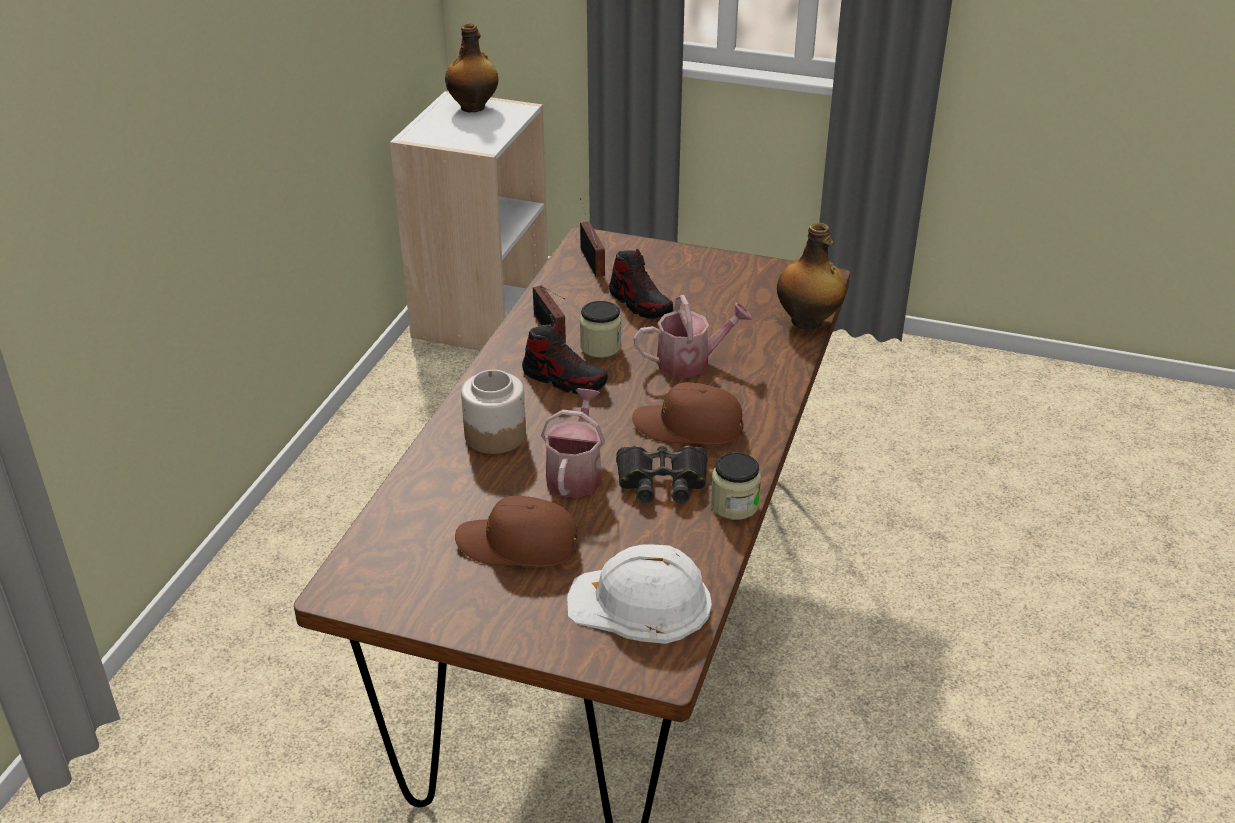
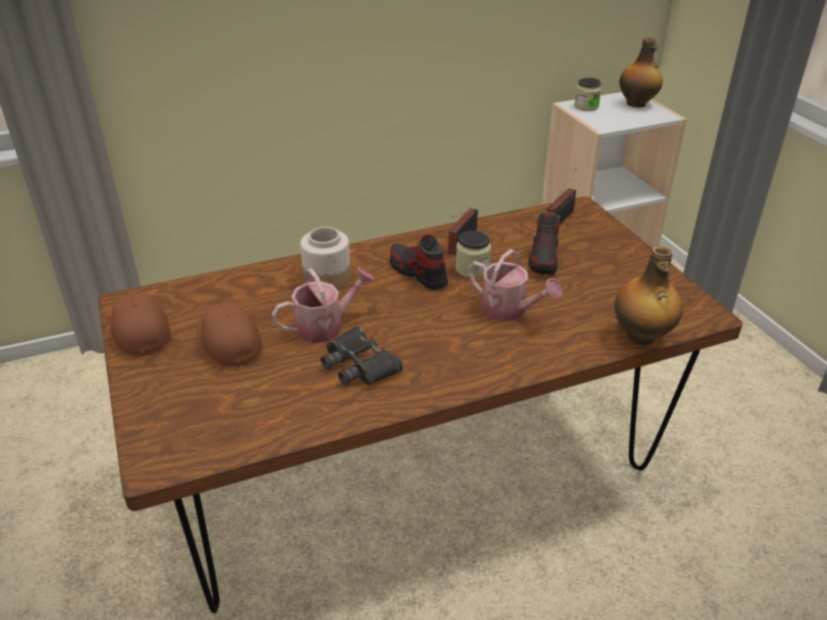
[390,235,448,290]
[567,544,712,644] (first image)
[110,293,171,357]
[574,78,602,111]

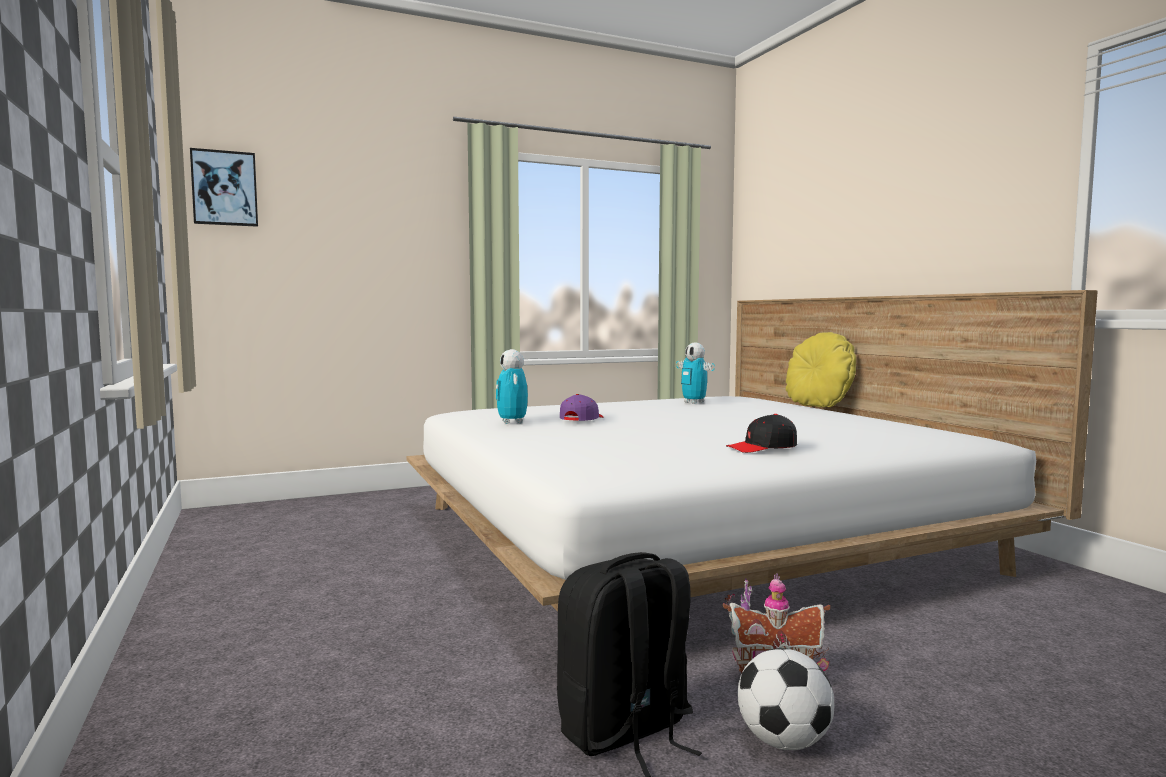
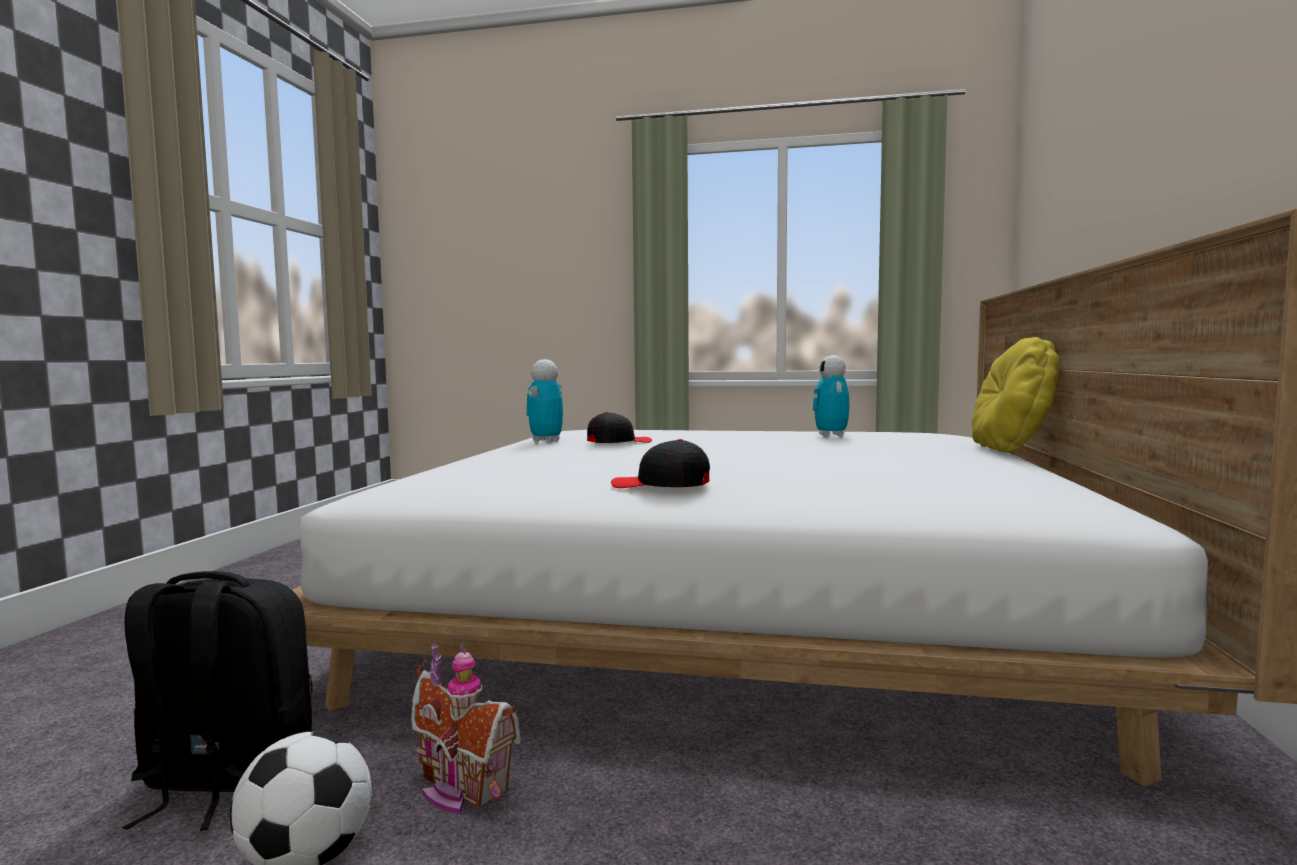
[190,148,258,227] (first image)
[587,412,652,443]

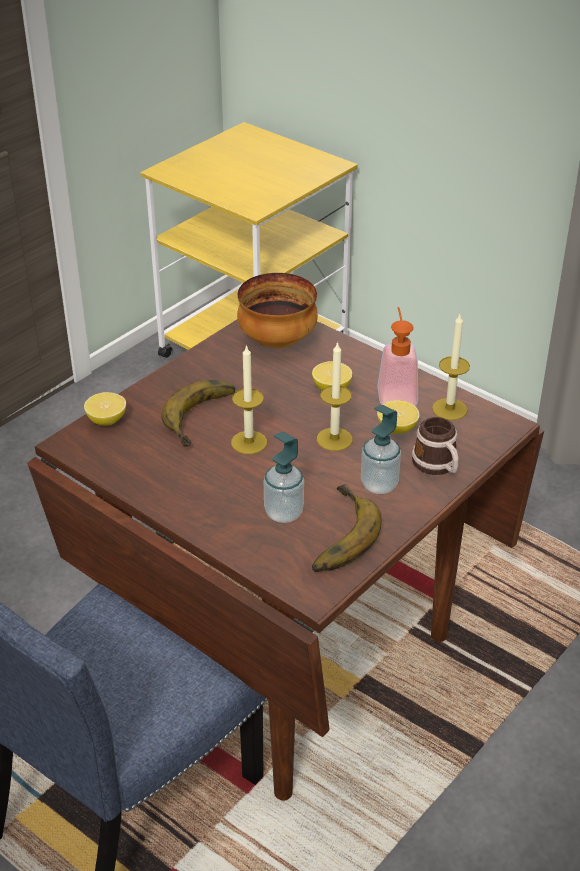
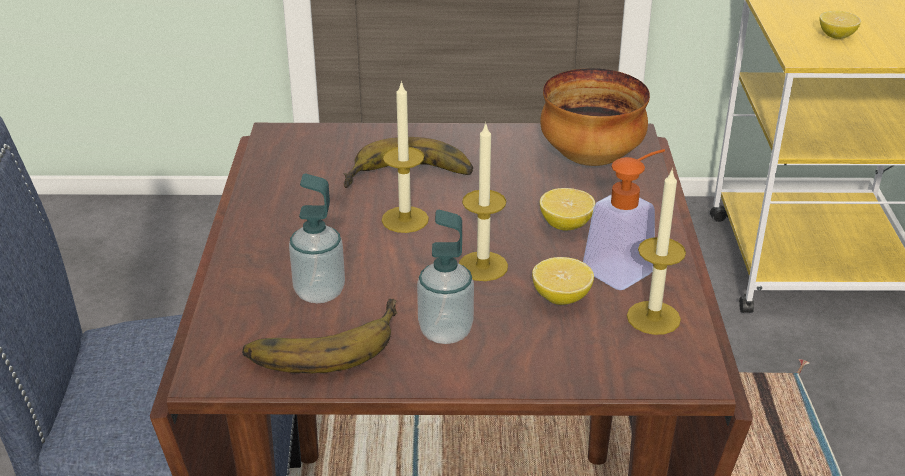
[820,11,861,39]
[412,417,459,475] (first image)

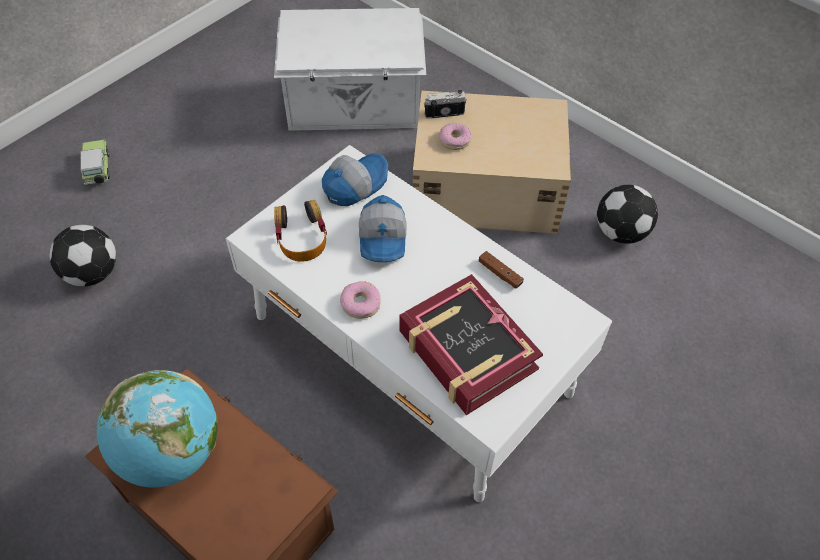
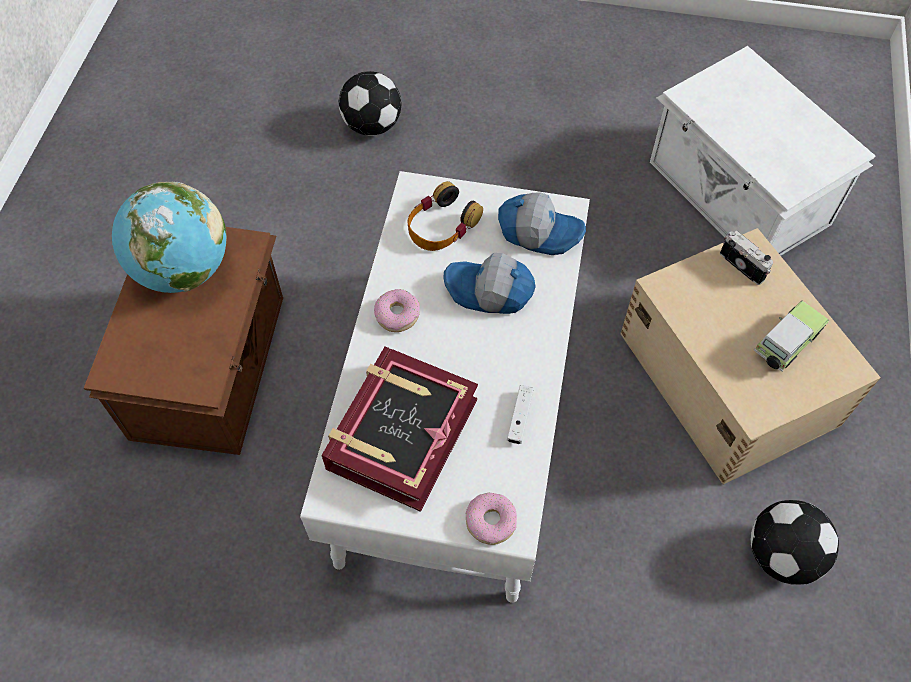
[754,301,829,372]
[444,253,536,314]
[466,493,517,545]
[507,385,534,444]

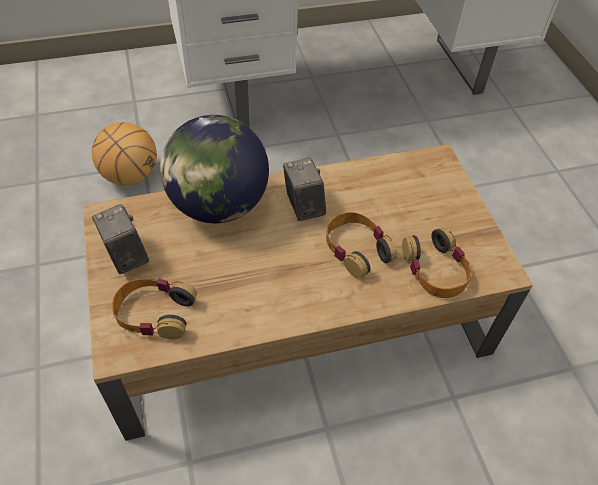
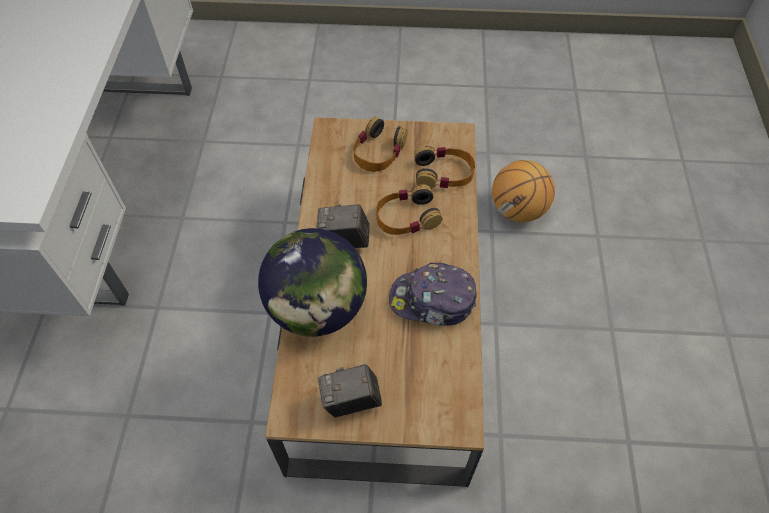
[492,160,555,222]
[353,117,408,172]
[389,262,477,326]

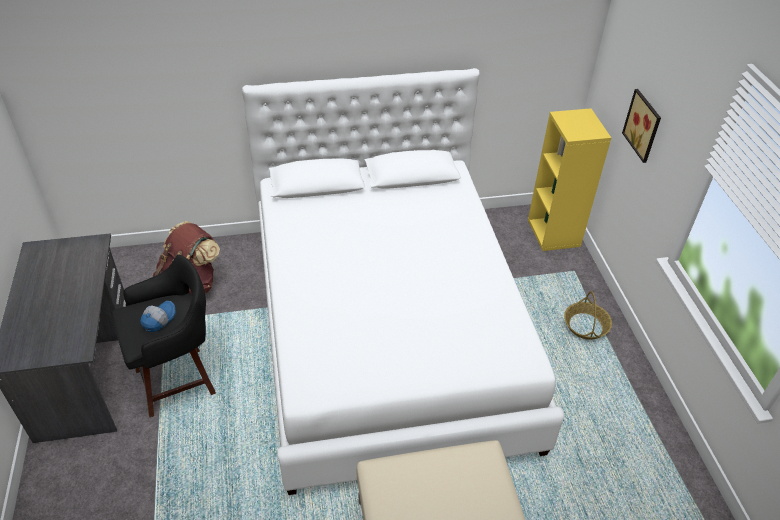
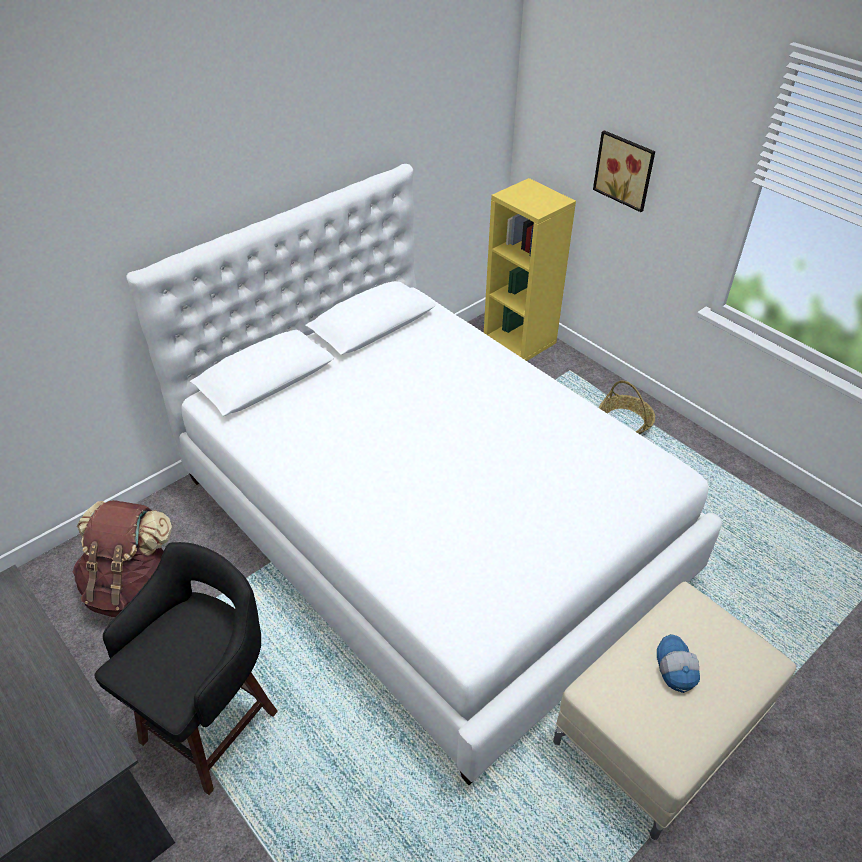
[657,634,700,693]

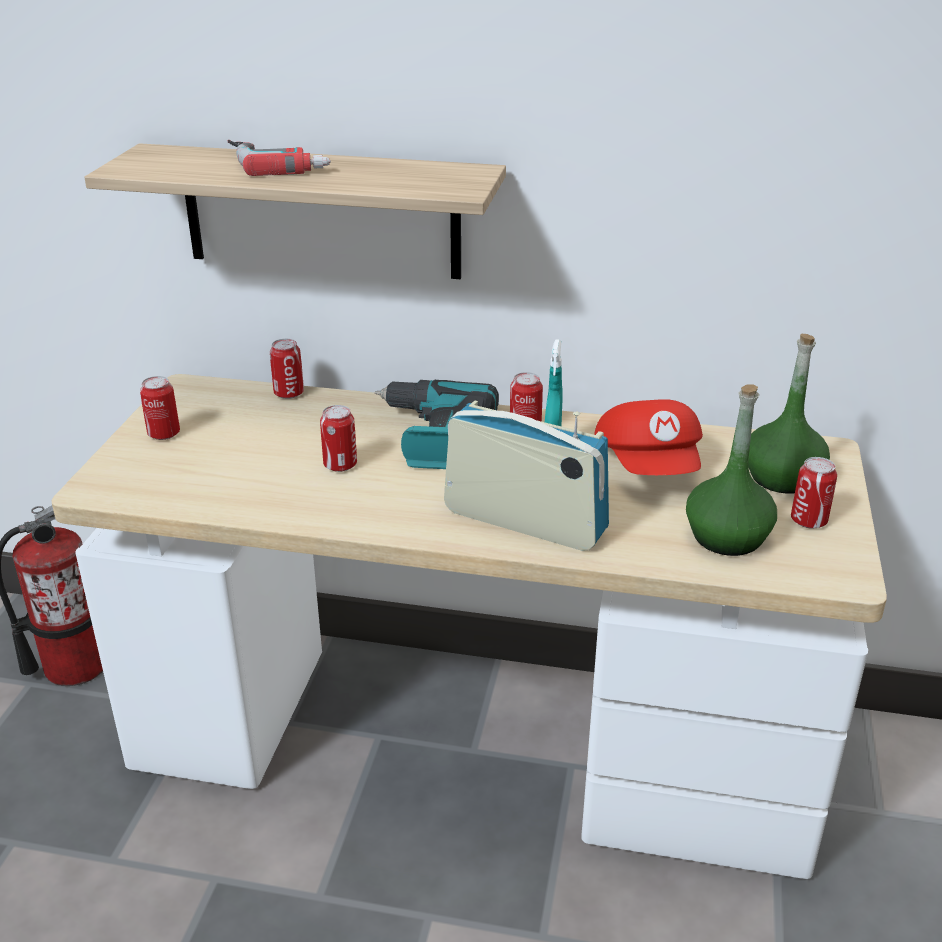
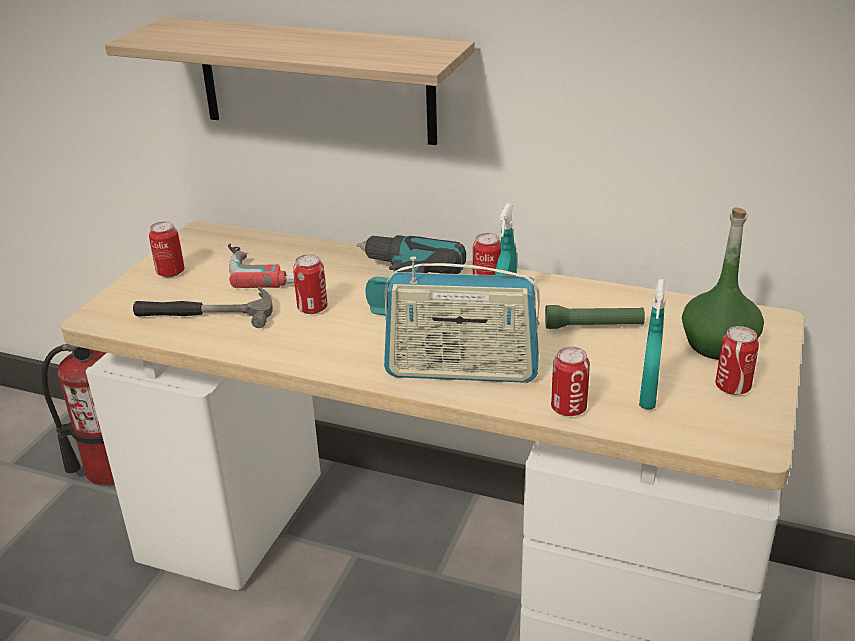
[228,244,295,288]
[551,346,590,416]
[384,256,540,383]
[545,305,645,329]
[639,279,665,410]
[133,287,273,328]

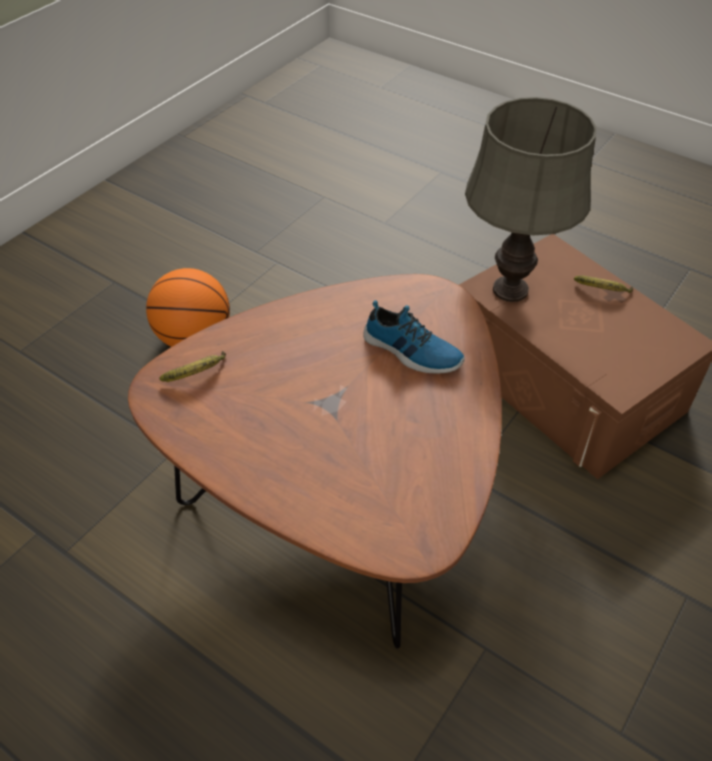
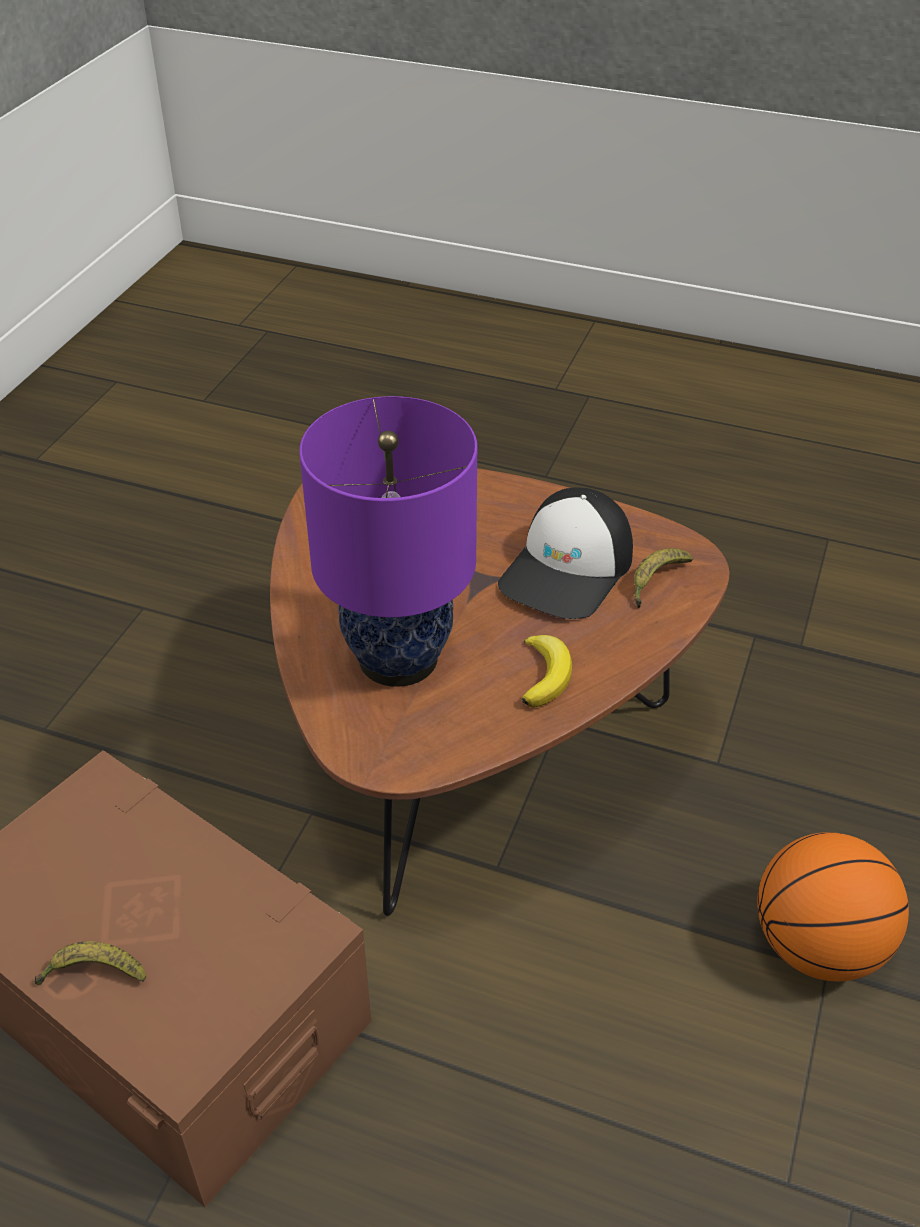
[299,396,477,687]
[465,97,597,302] (first image)
[498,488,633,619]
[522,635,572,708]

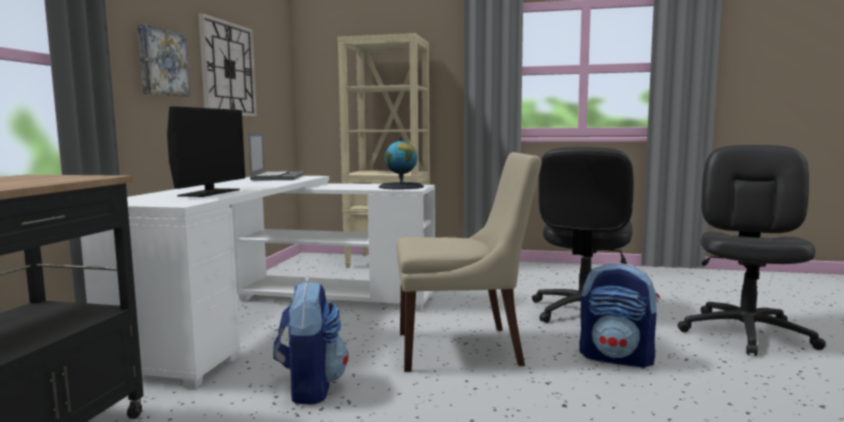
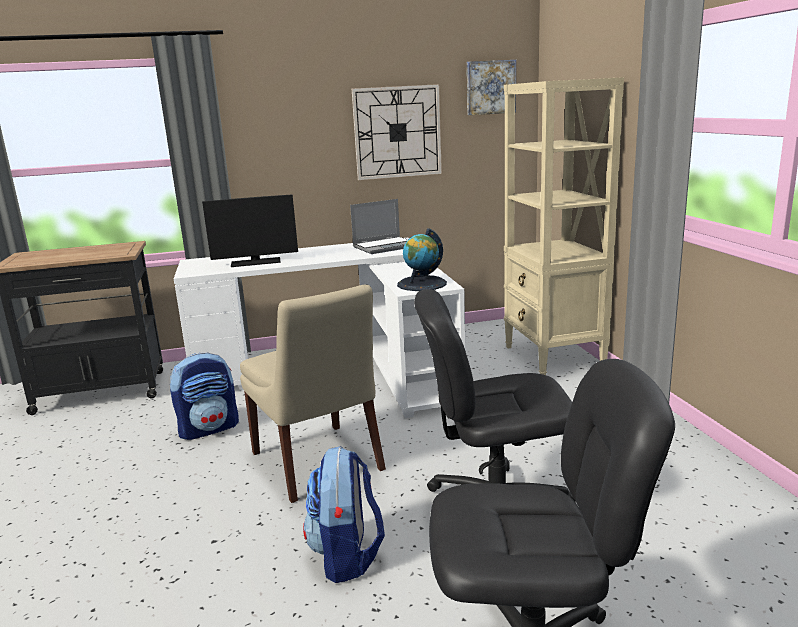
[467,60,516,115]

